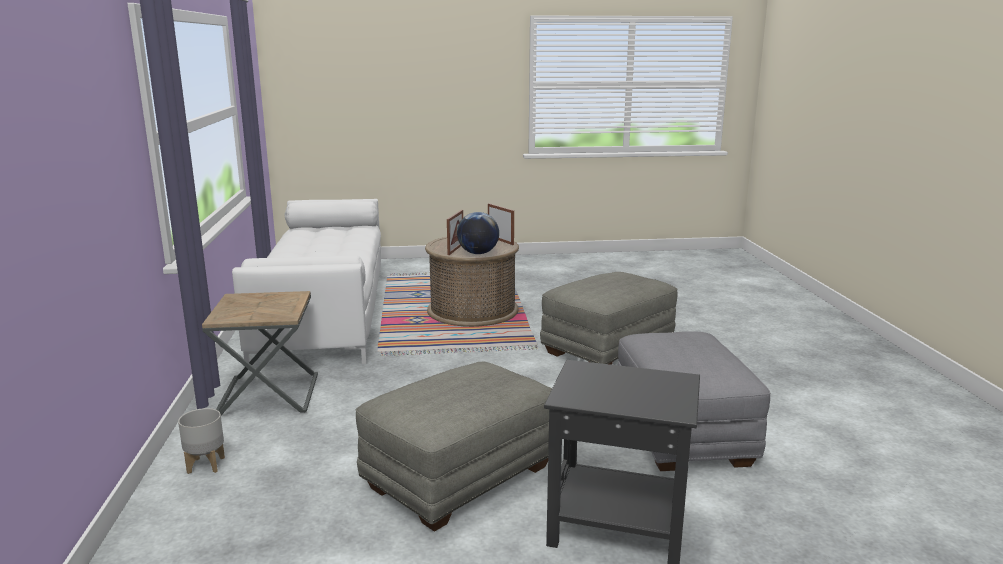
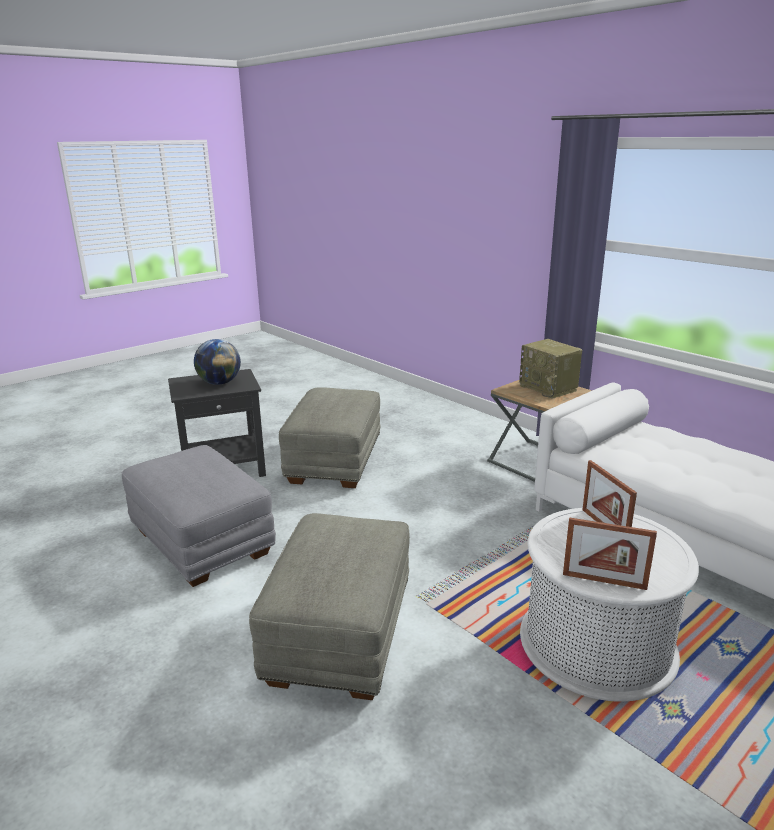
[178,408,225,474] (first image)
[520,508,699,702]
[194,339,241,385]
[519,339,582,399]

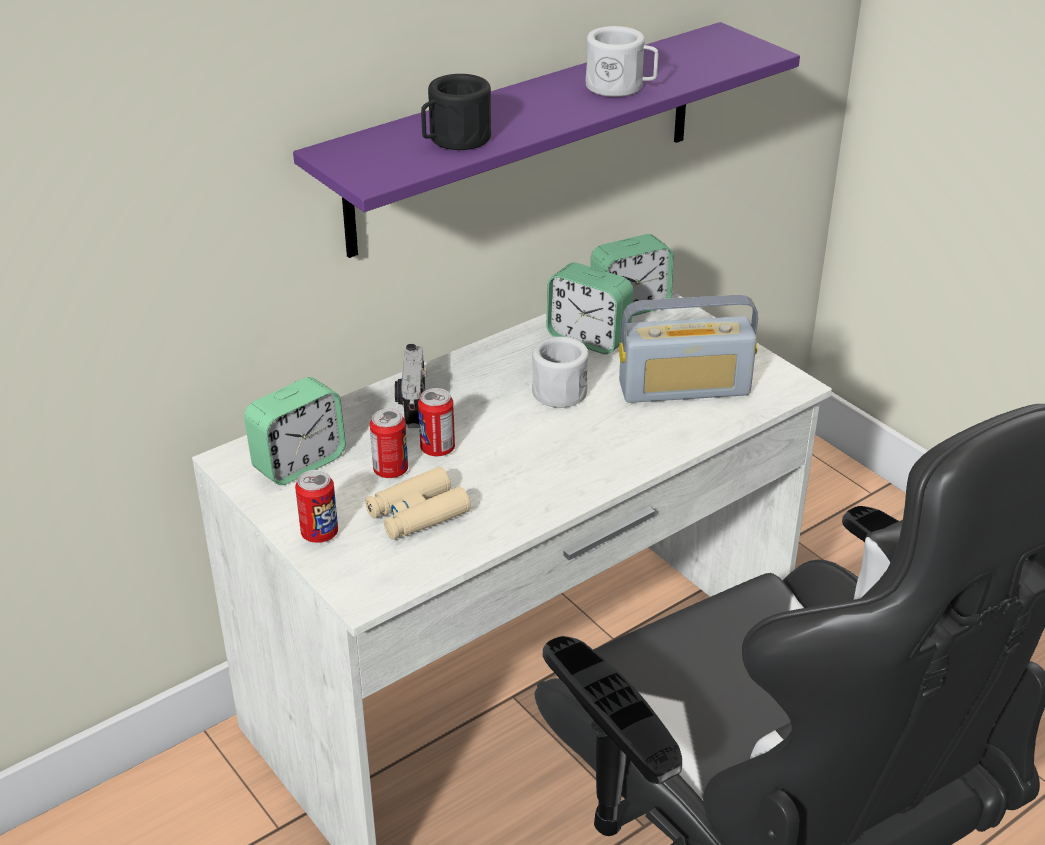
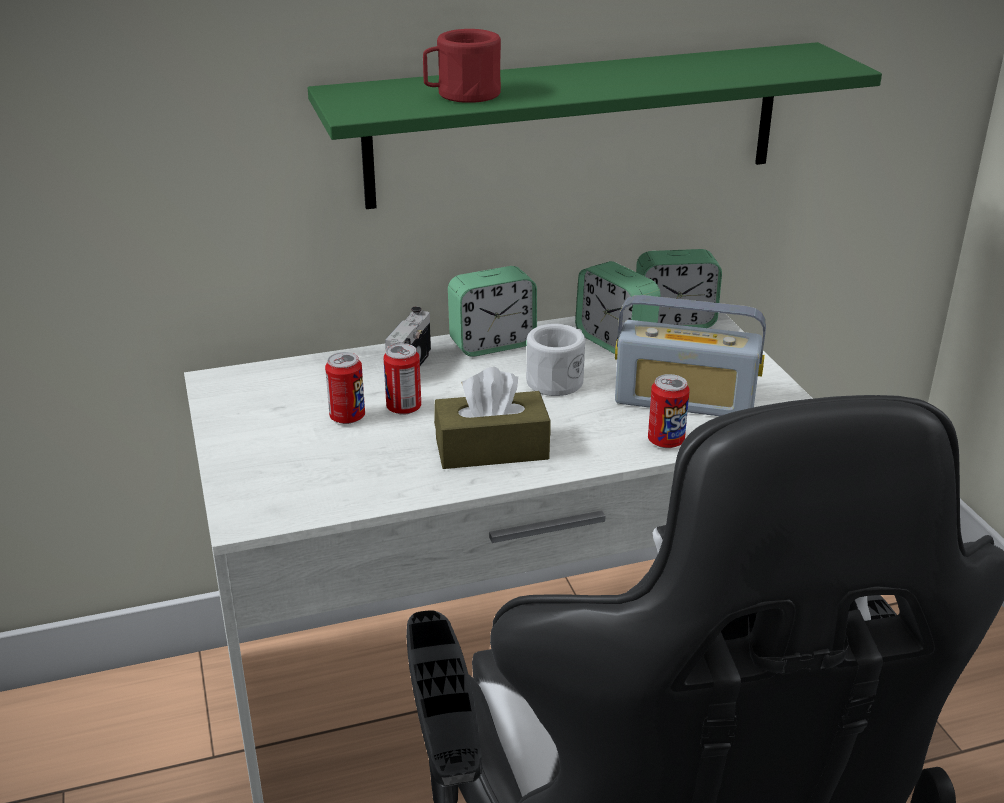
[448,266,537,357]
[308,42,882,209]
[648,374,690,448]
[365,467,471,540] (first image)
[423,29,501,103]
[586,26,658,97] (first image)
[434,367,550,469]

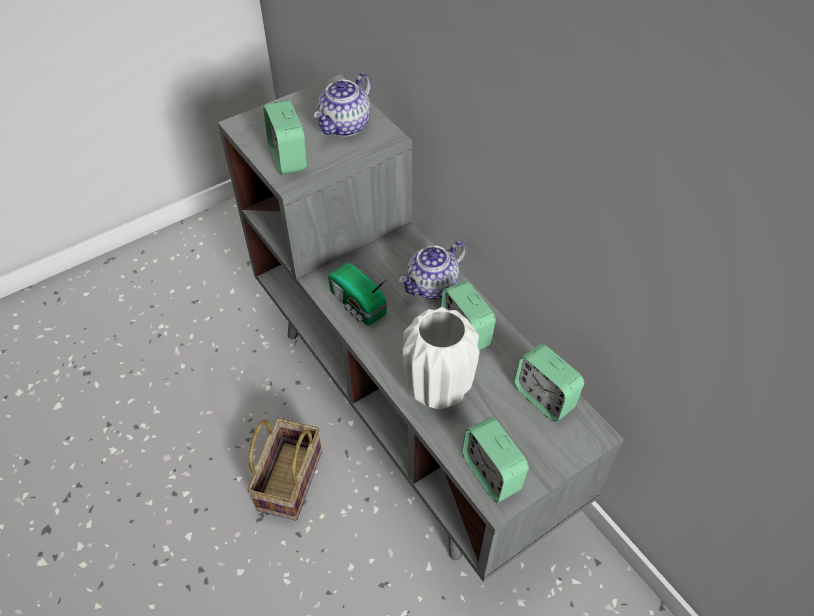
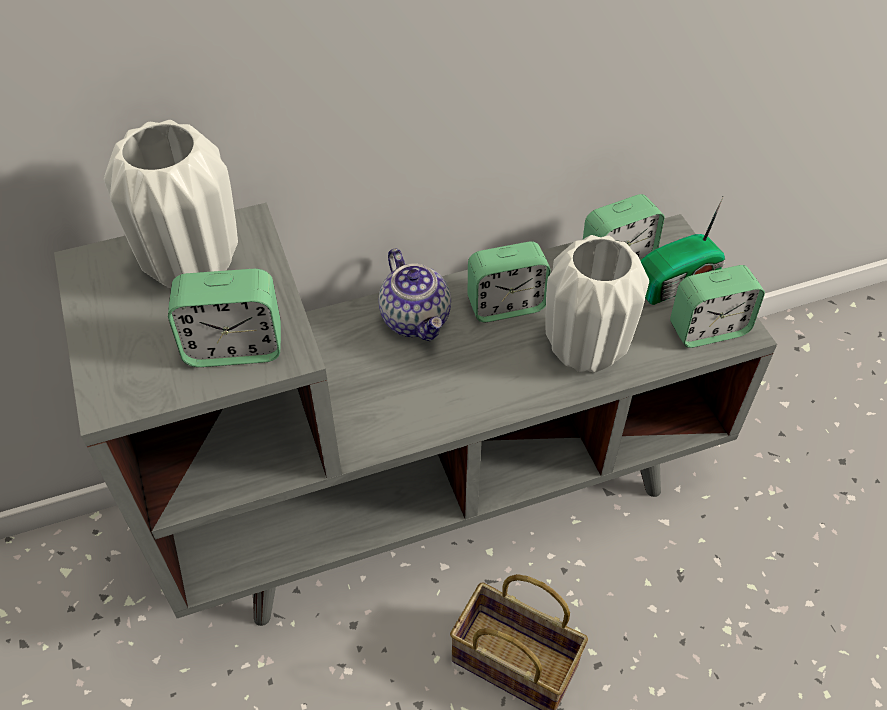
[104,120,238,288]
[641,196,726,305]

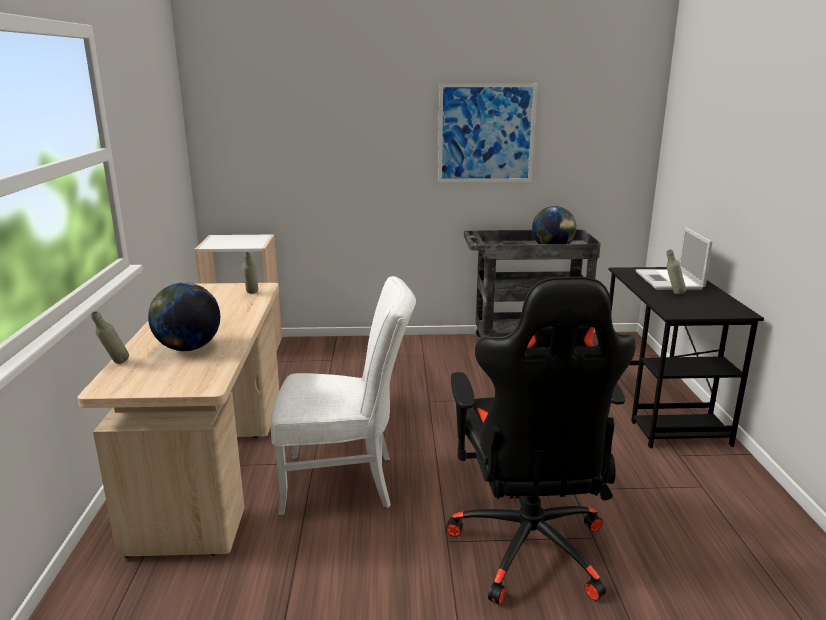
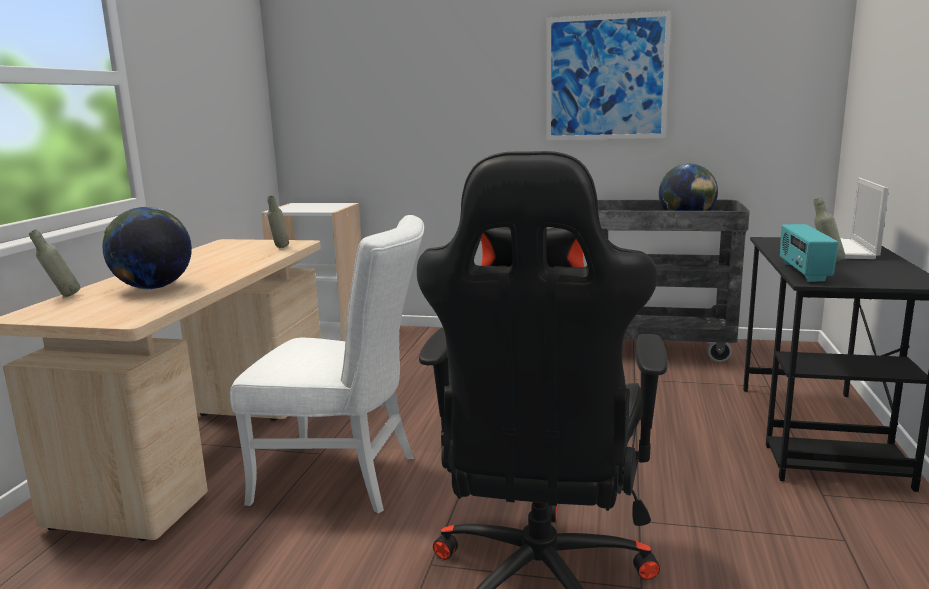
[780,224,839,282]

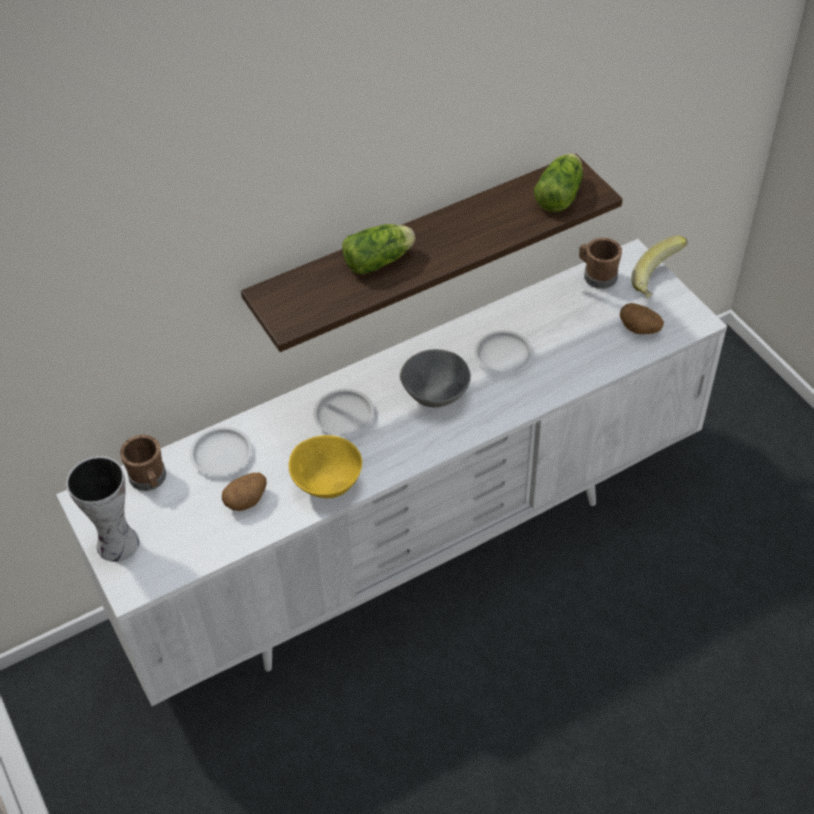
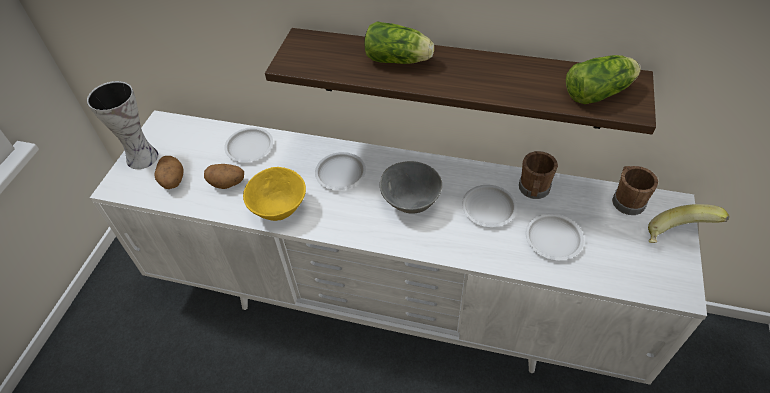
[519,151,558,199]
[155,156,184,189]
[525,214,584,260]

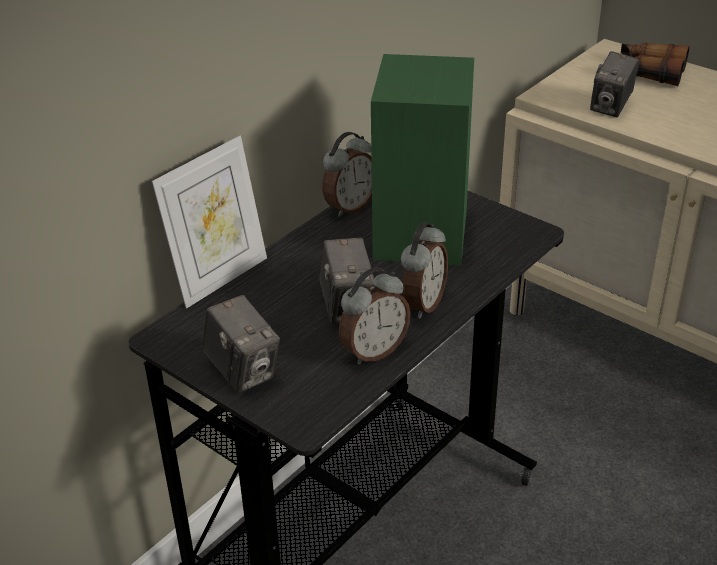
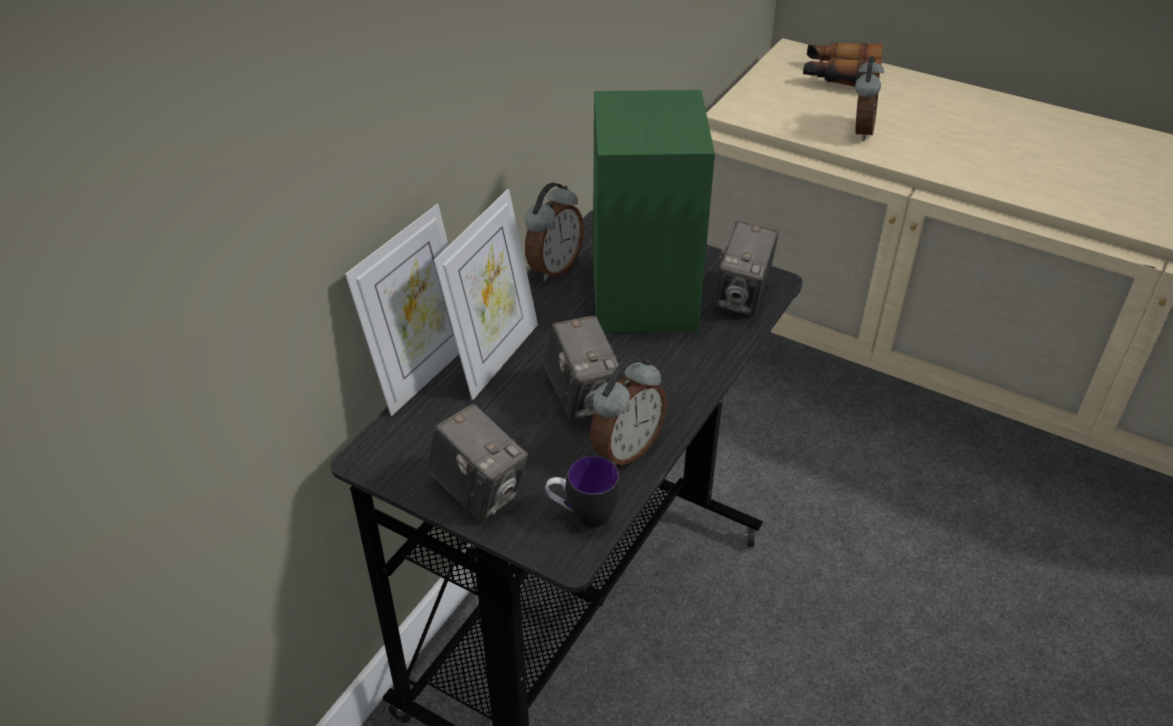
[855,56,884,141]
[714,221,778,316]
[433,189,538,400]
[545,456,620,528]

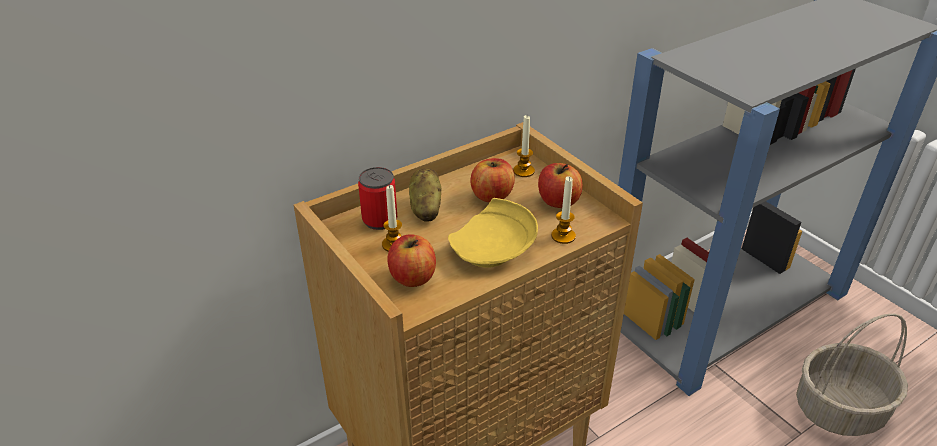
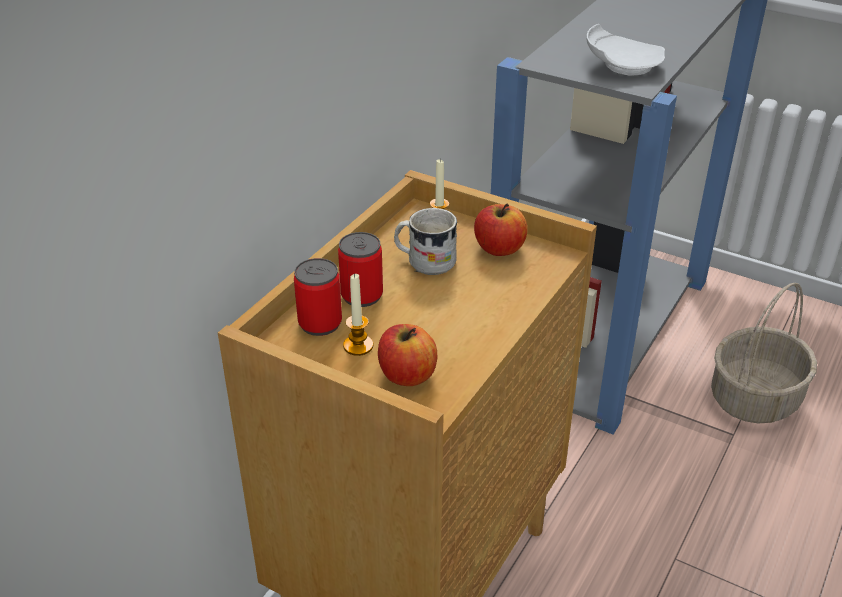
[338,232,383,307]
[448,198,538,268] (first image)
[394,208,457,275]
[551,176,576,244] (first image)
[586,24,665,76]

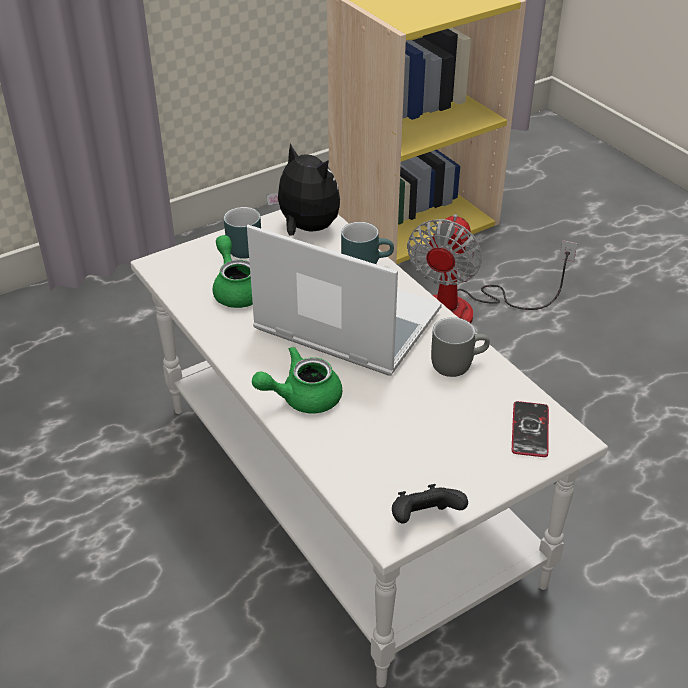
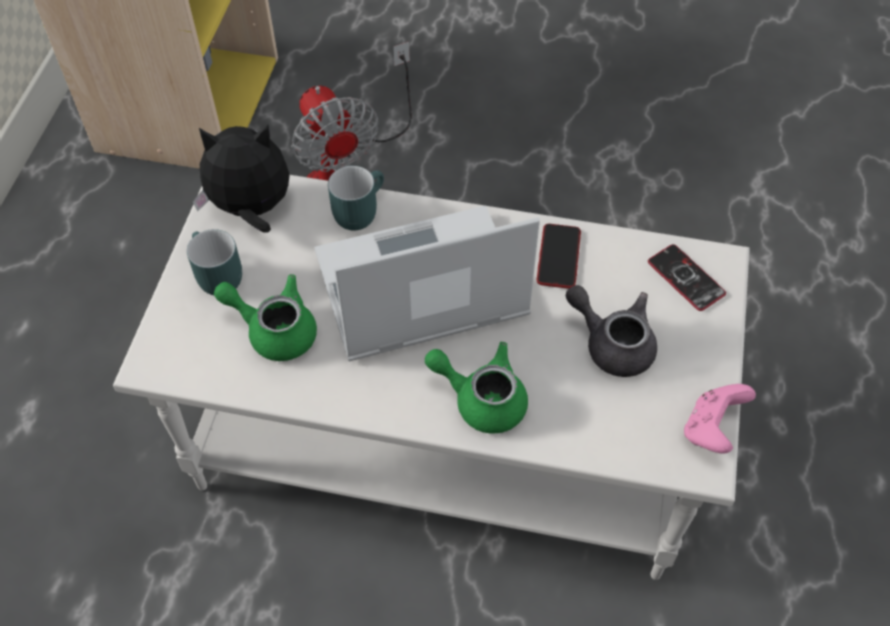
[425,342,528,434]
[684,384,756,454]
[537,224,581,289]
[566,285,657,377]

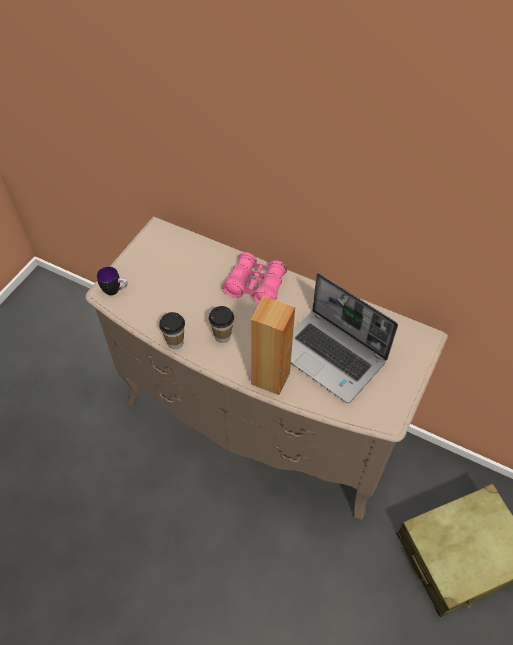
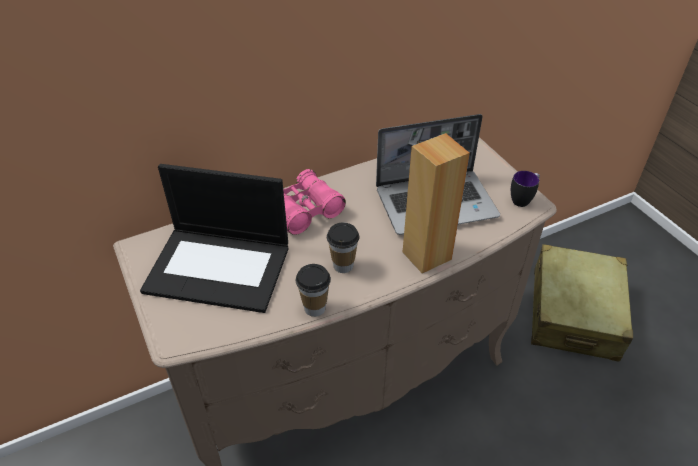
[511,171,540,207]
[140,164,288,313]

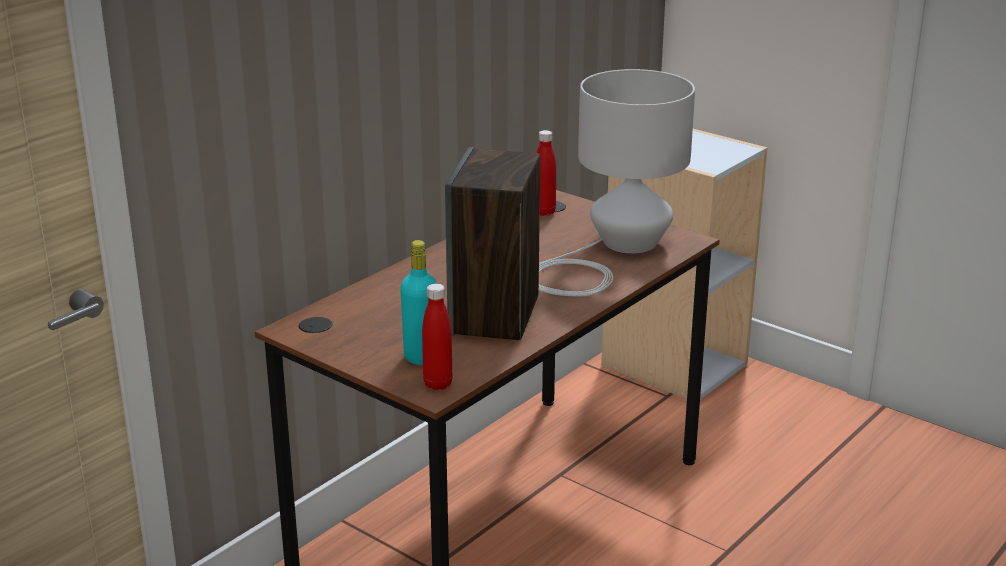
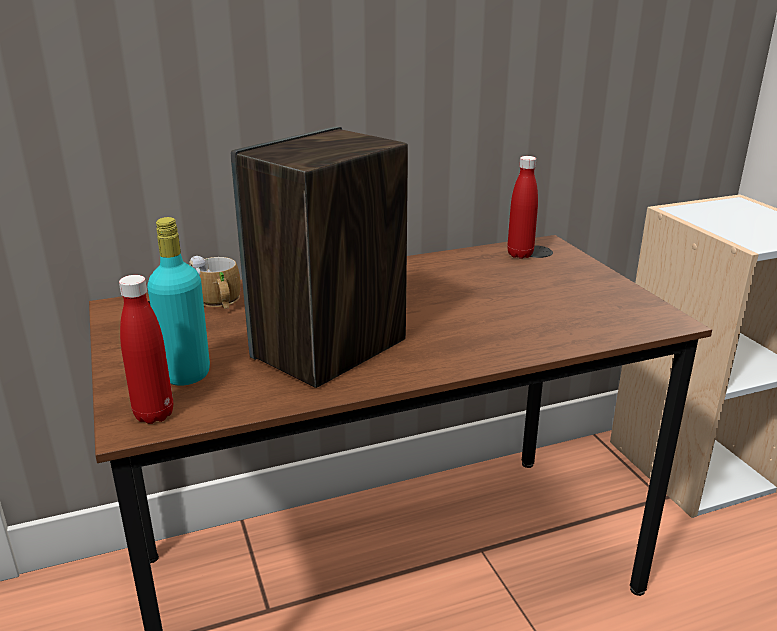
[539,69,695,297] (first image)
[189,256,241,309]

